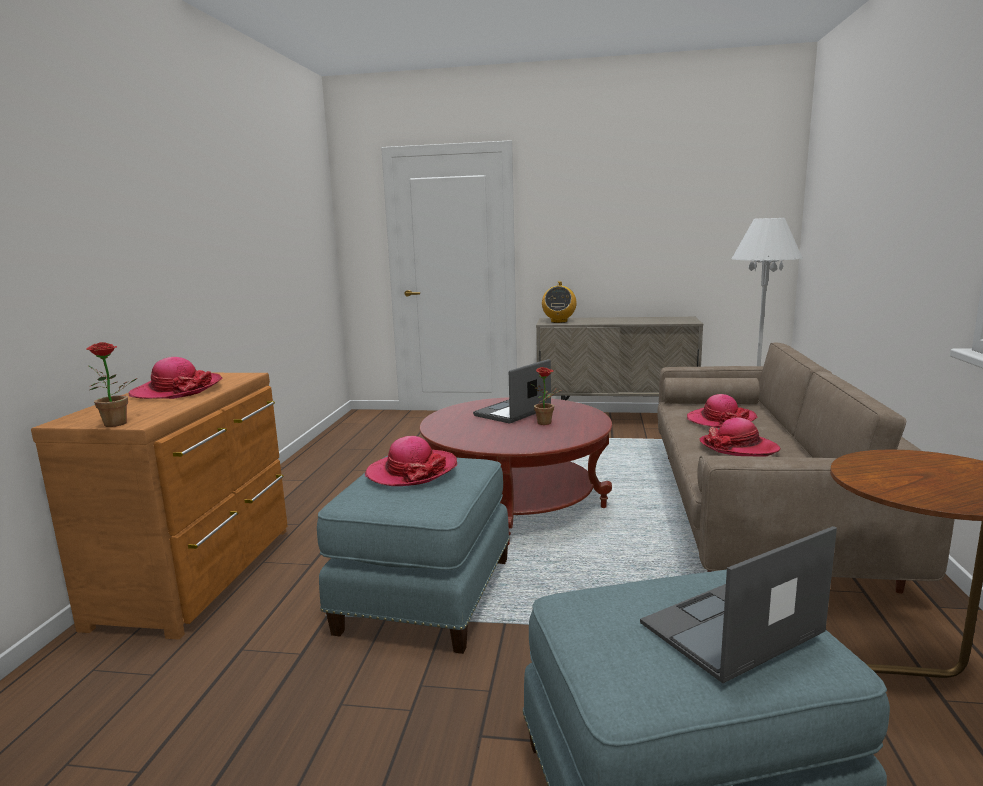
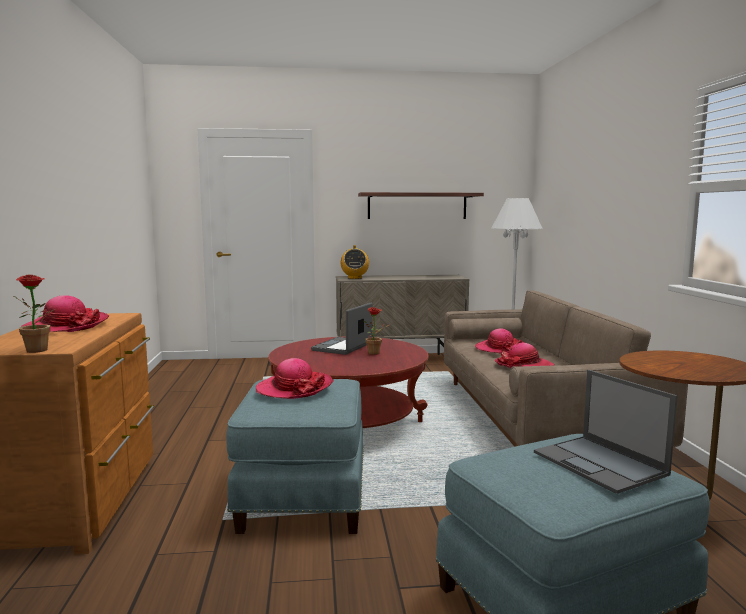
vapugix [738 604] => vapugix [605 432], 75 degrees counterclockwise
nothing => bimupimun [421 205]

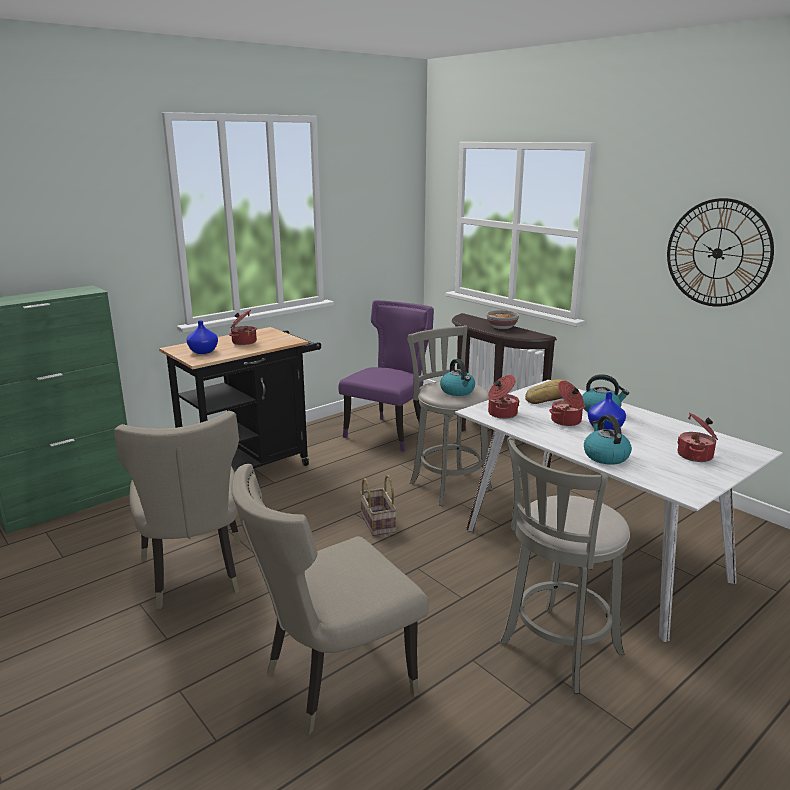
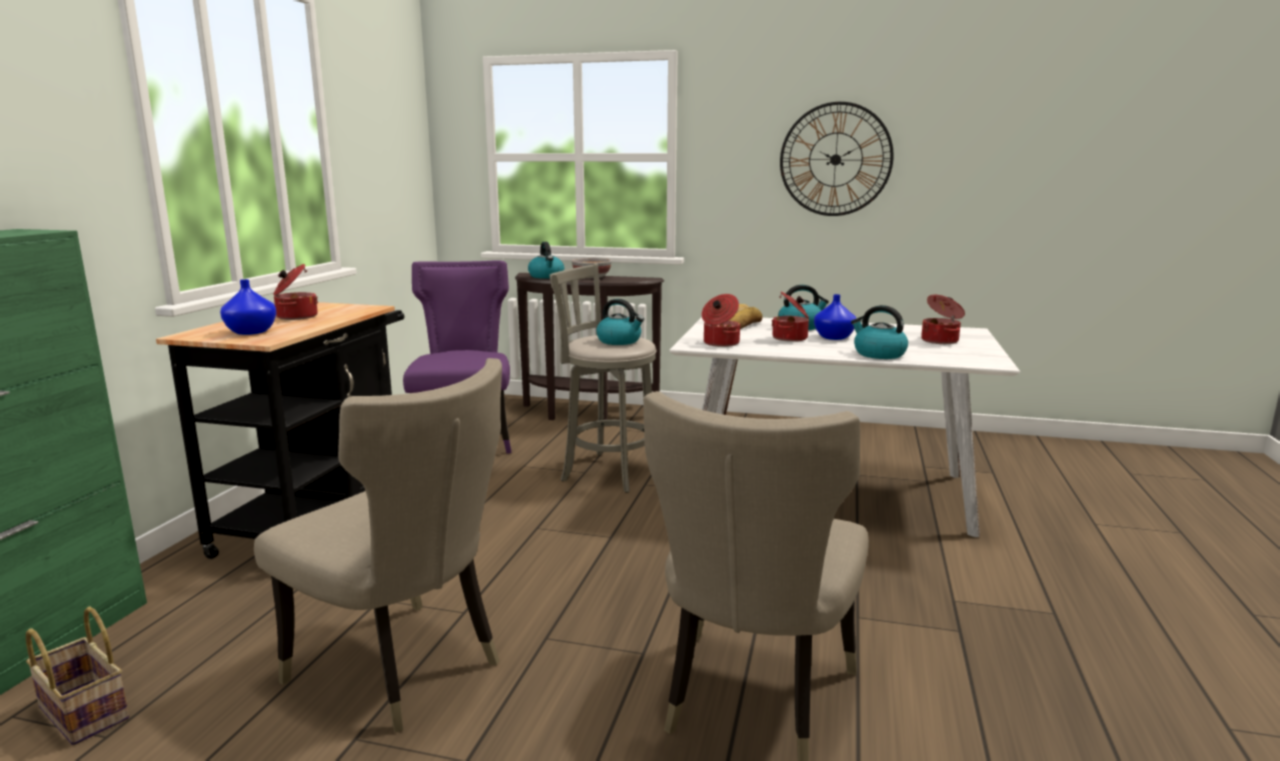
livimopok [378 505] => livimopok [77 676], shifted
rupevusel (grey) [565 565] => nothing
nothing => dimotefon [546 260]

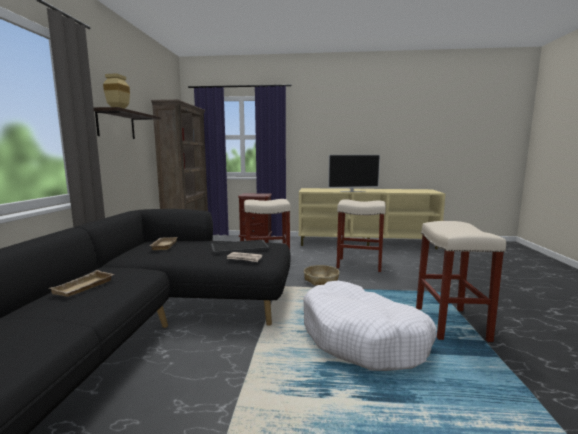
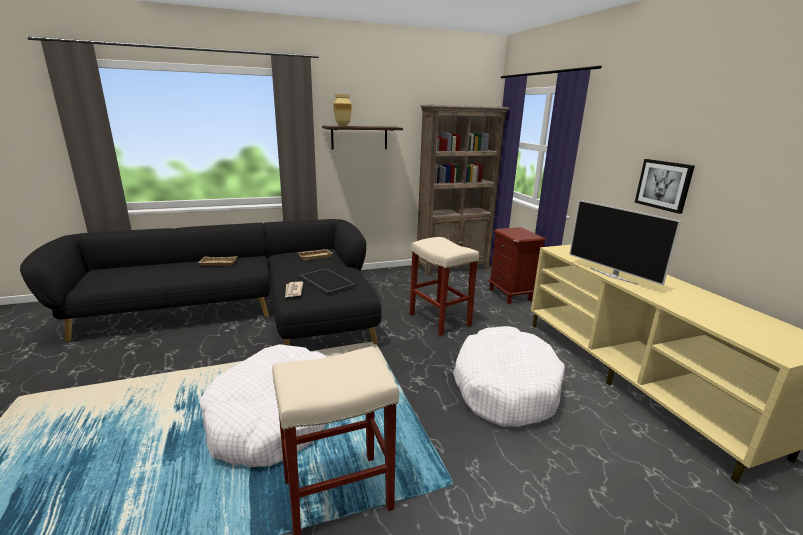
livimopok [322 275] => nothing
rupevusel (beige) [361 235] => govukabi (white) [509 376]
nothing => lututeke [665 186]

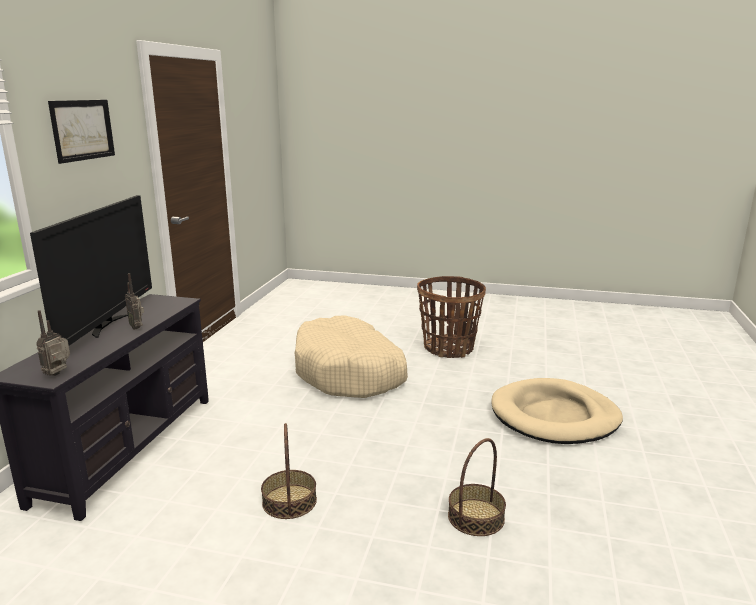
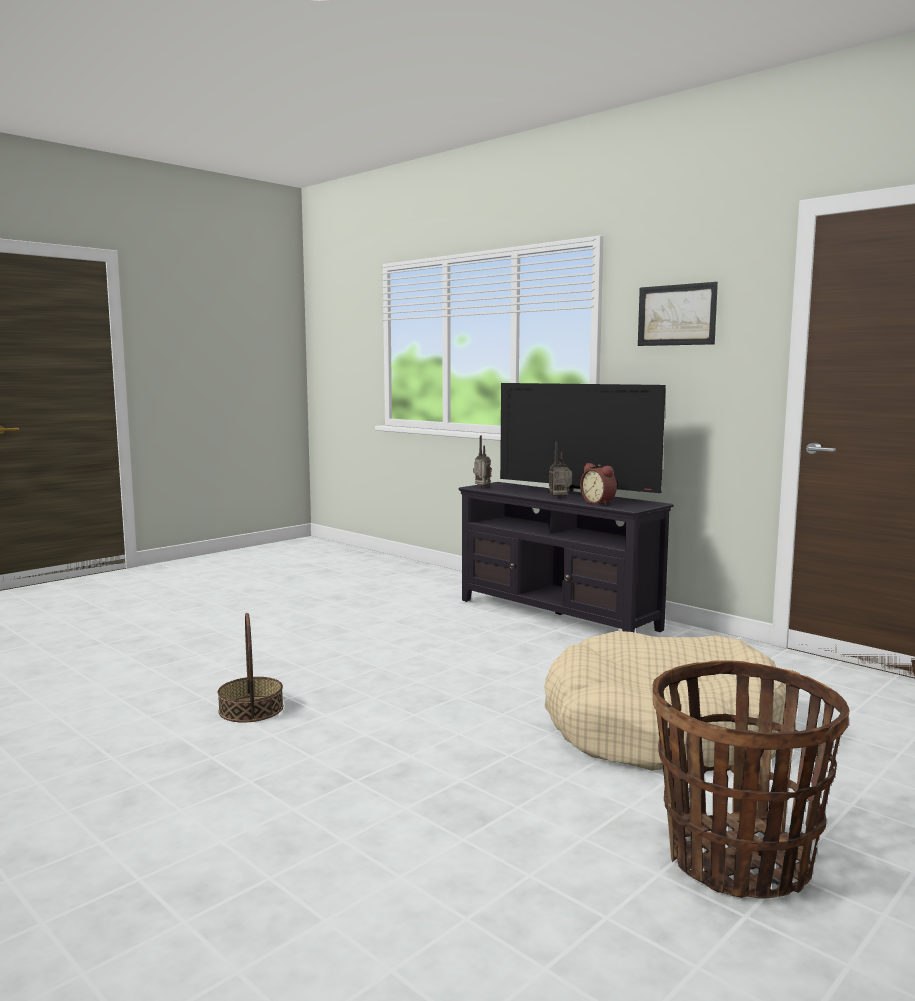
livimopok [289 471] => nothing
govukabi (beige) [557 411] => nothing
nothing => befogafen [598 484]

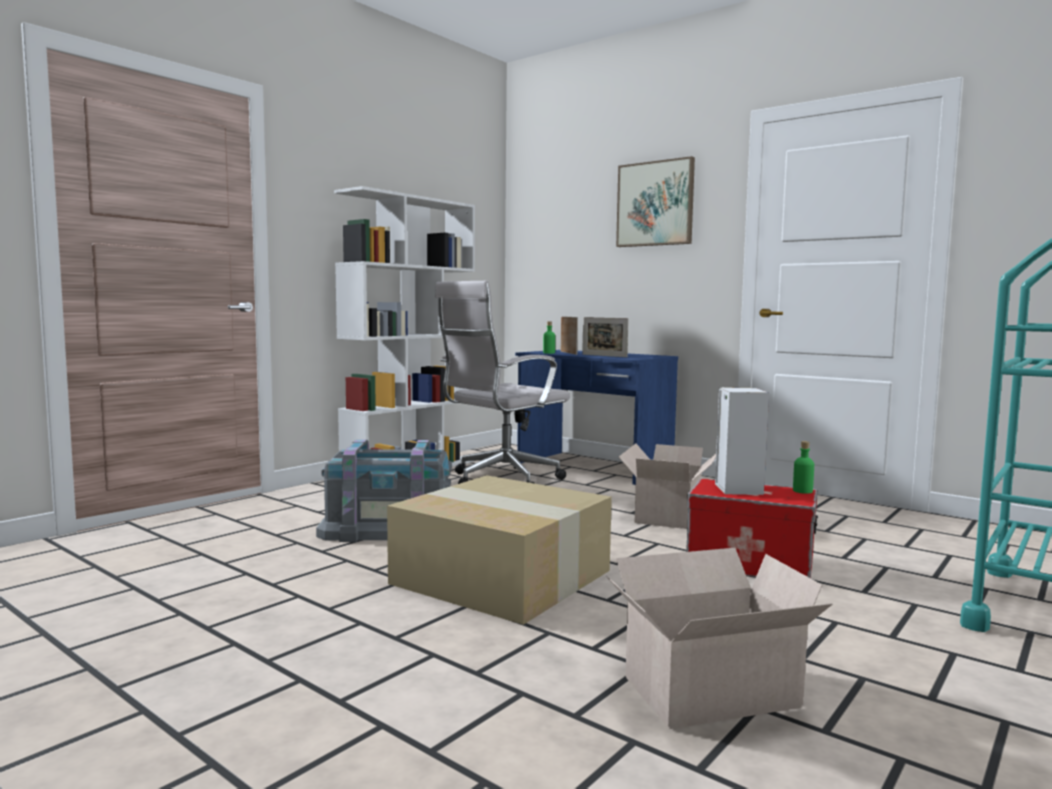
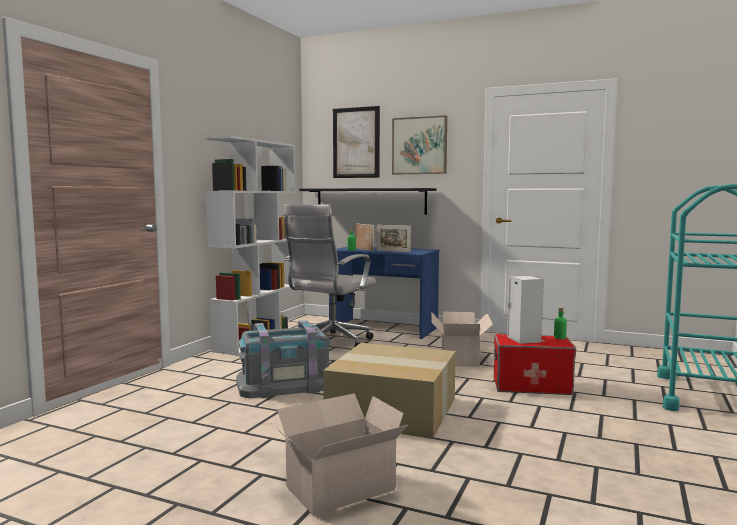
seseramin [719 638] => seseramin [339 454], shifted
nothing => bimupimun (black) [368 201]
nothing => lututeke [356 142]

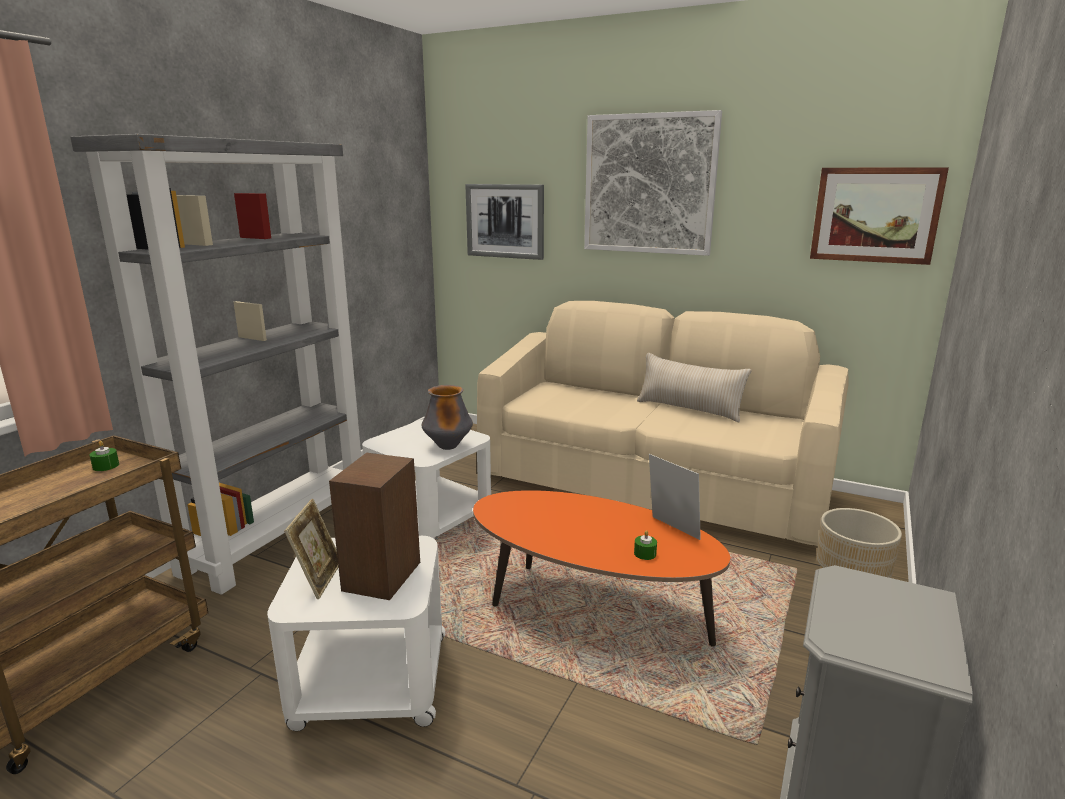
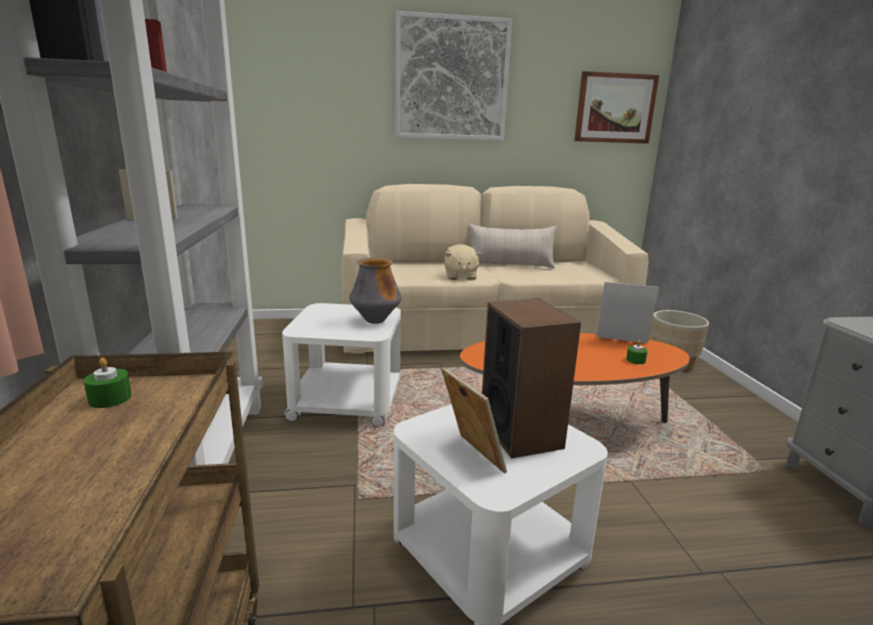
lututeke [504 222] => nothing
nothing => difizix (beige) [463 262]

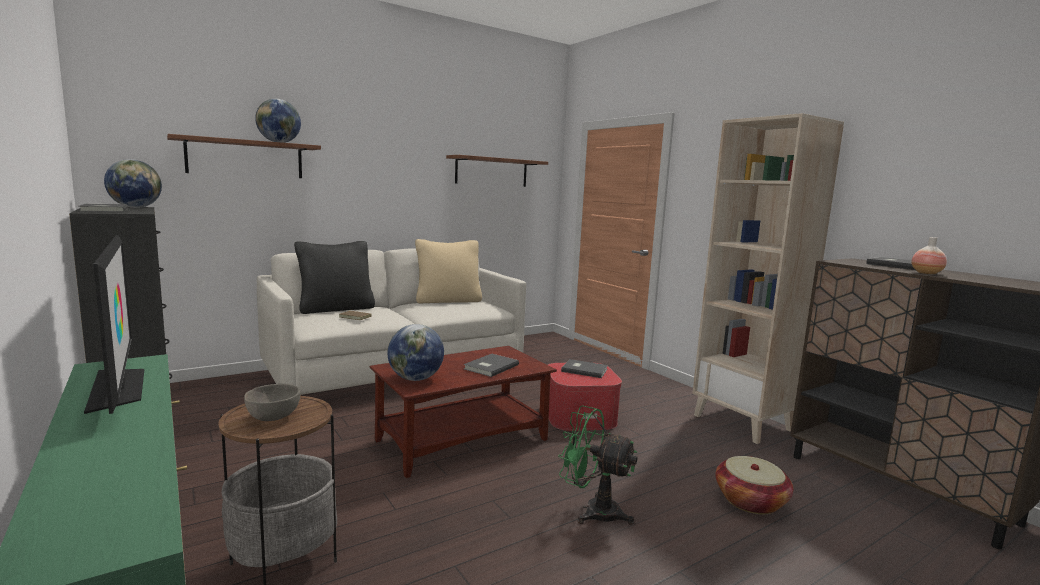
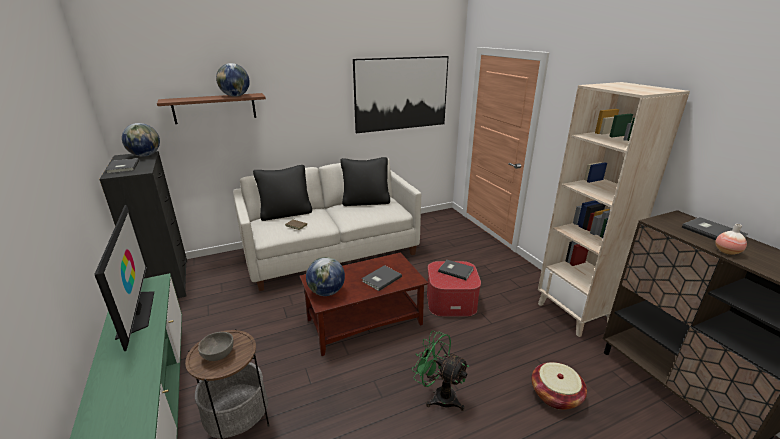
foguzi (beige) [448 271] => foguzi (black) [365 181]
bimupimun (brown) [497 171] => lututeke [401 94]

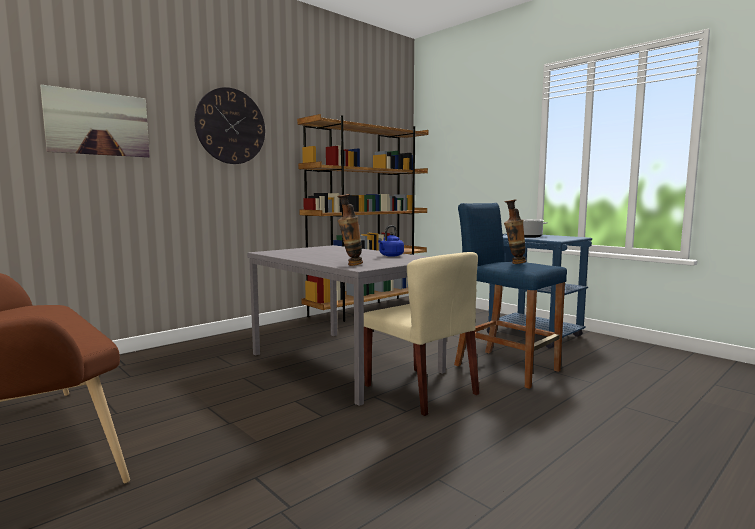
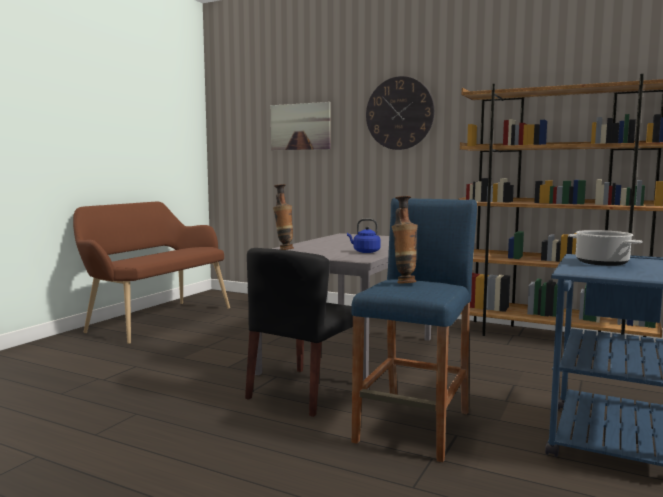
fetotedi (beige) [421 334] => fetotedi (black) [299 332]

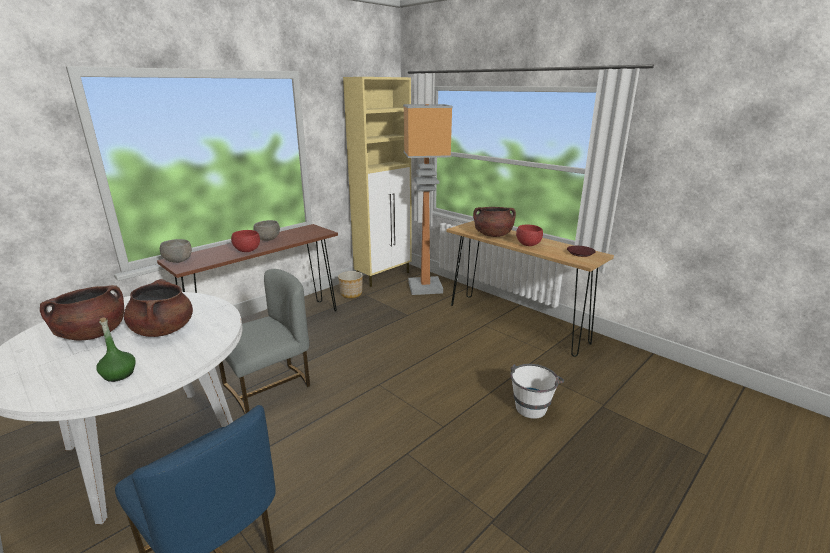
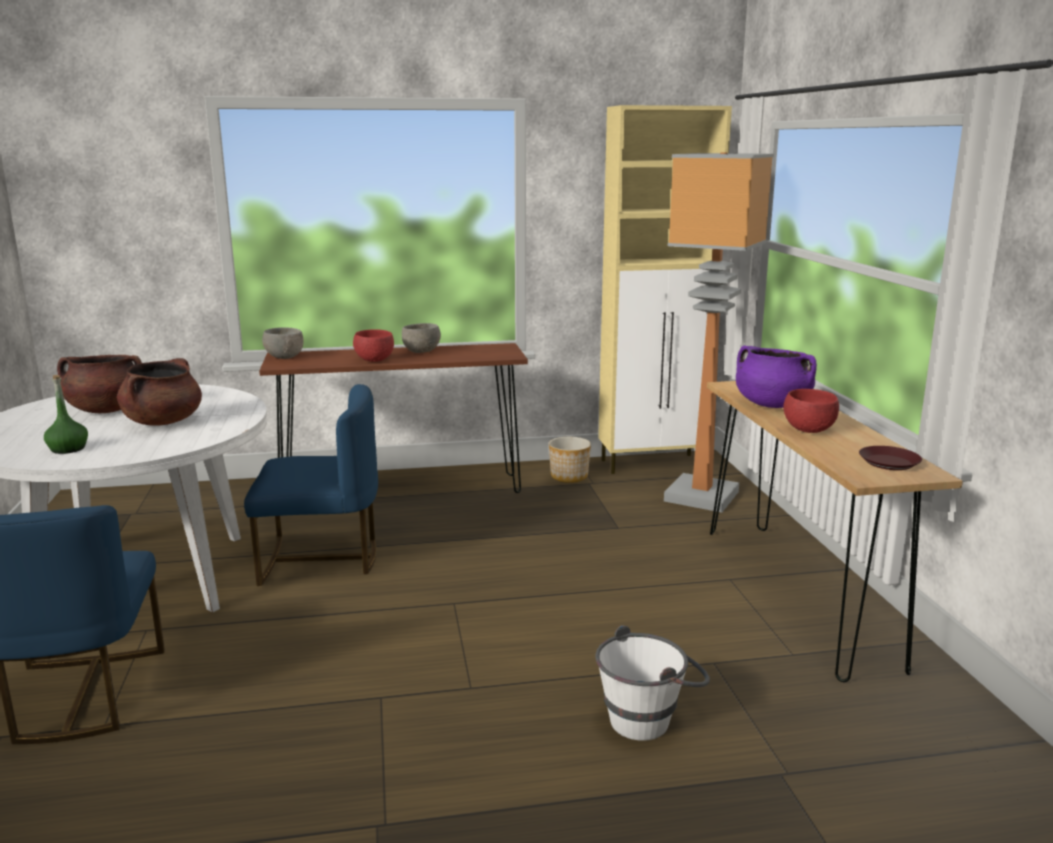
fetotedi (grey) [264 341] => fetotedi (blue) [311 485]
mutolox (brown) [494 222] => mutolox (purple) [776 376]

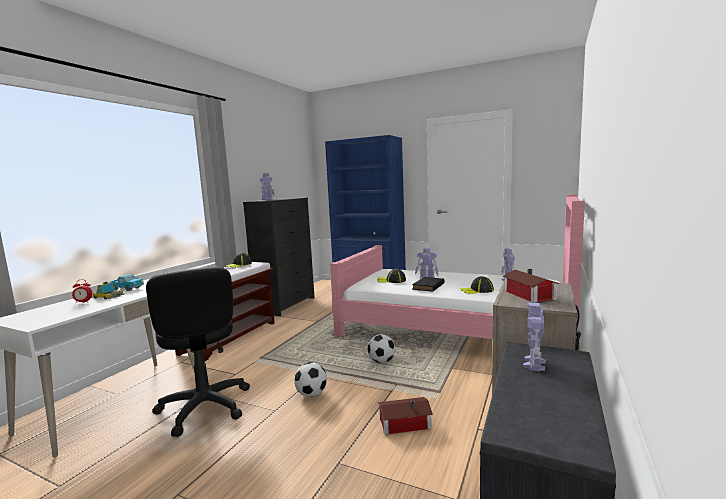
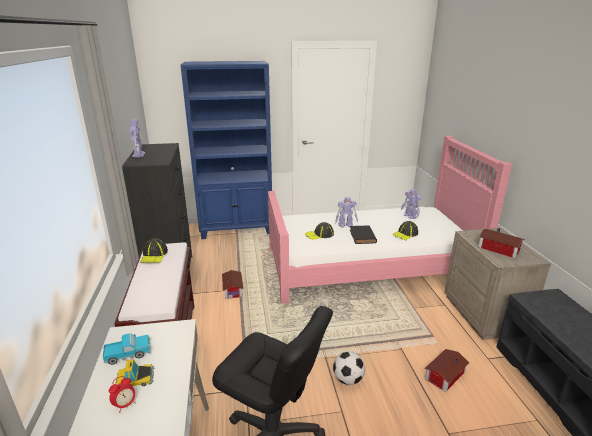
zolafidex [382 348] => nothing
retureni [534 337] => nothing
nothing => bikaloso [232 284]

